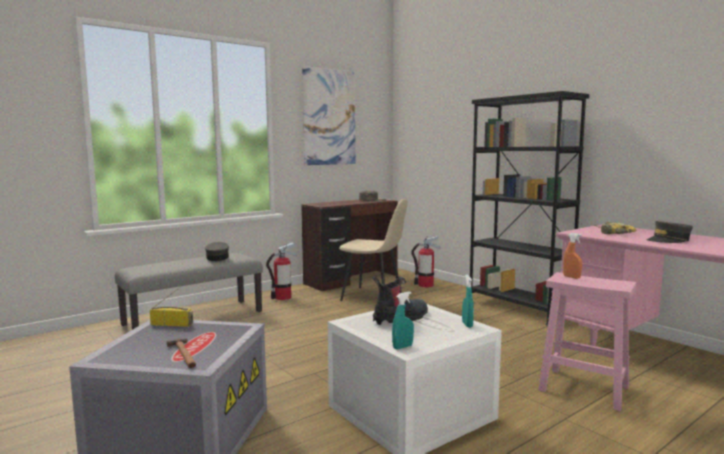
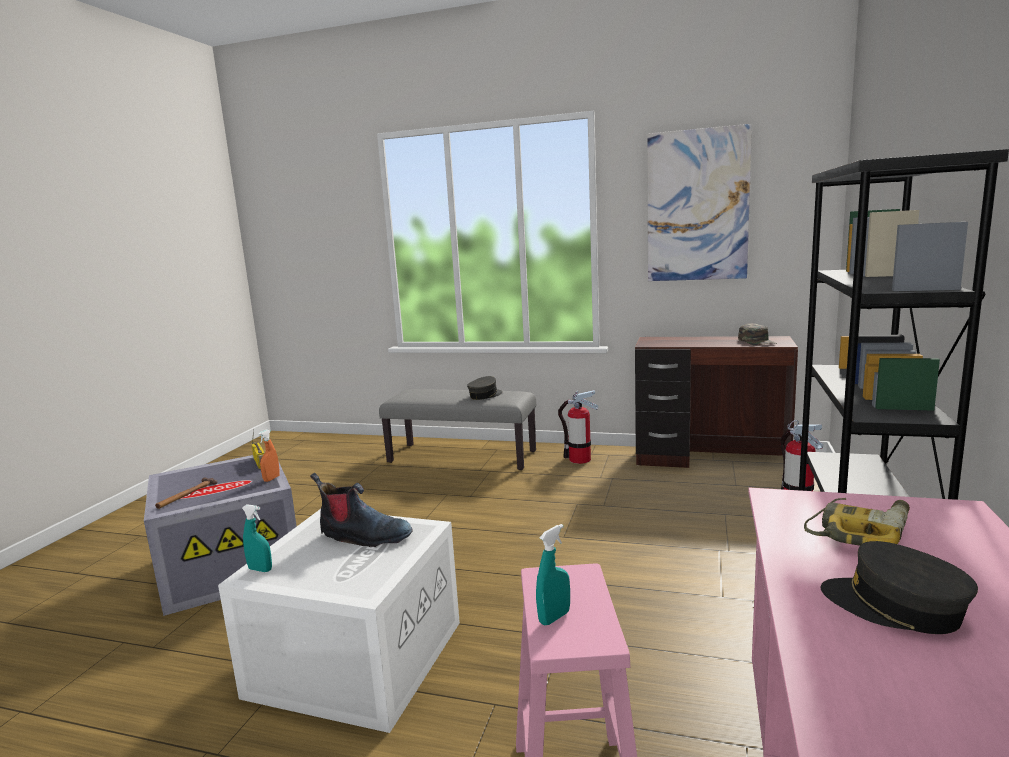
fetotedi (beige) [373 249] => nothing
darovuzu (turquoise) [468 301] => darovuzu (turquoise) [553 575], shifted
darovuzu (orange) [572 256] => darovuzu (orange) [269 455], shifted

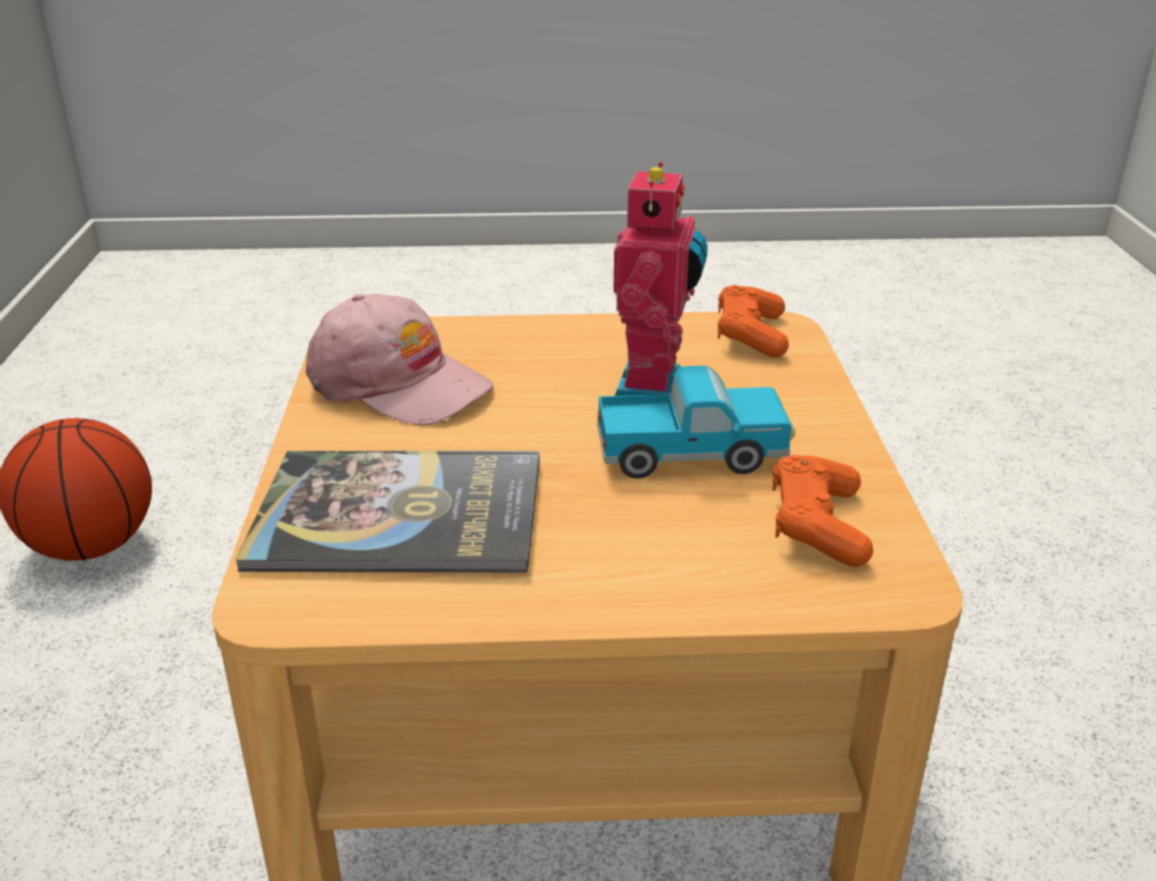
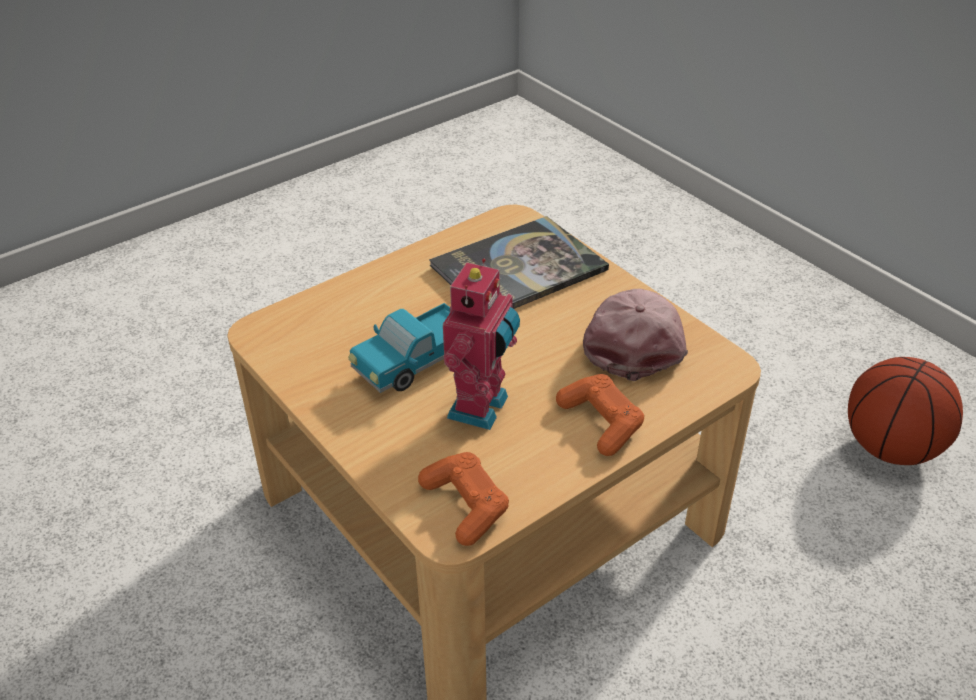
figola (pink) [399 359] => figola (pink) [635 335], 105 degrees clockwise
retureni [660 279] => retureni [481 344], 135 degrees counterclockwise
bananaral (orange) [823 511] => bananaral (orange) [600 415], shifted

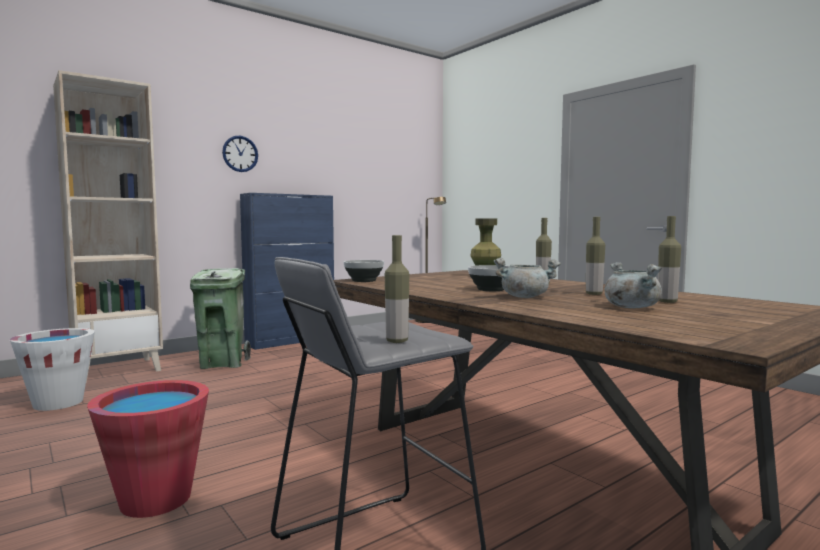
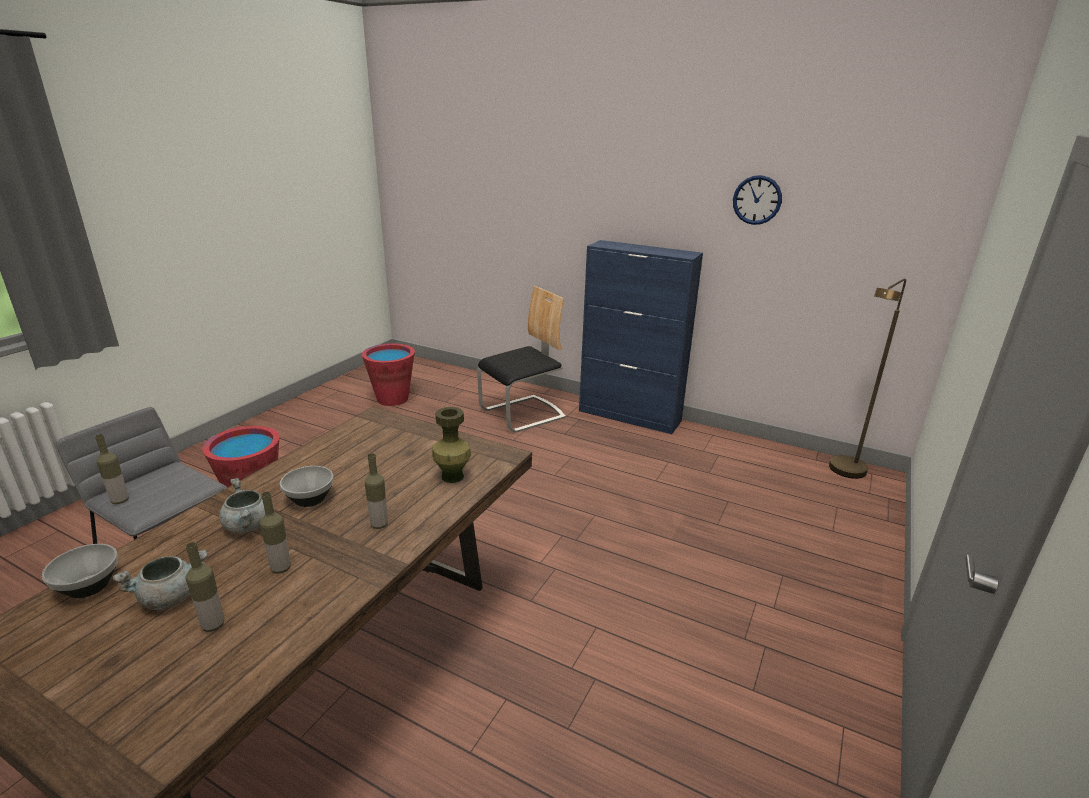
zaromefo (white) [52 369] => zaromefo (red) [388 374]
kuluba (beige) [108 226] => nothing
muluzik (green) [220 318] => fetotedi [521 359]
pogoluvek [240 154] => pogoluvek [757 200], shifted
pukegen [363 271] => pukegen [80 571], shifted

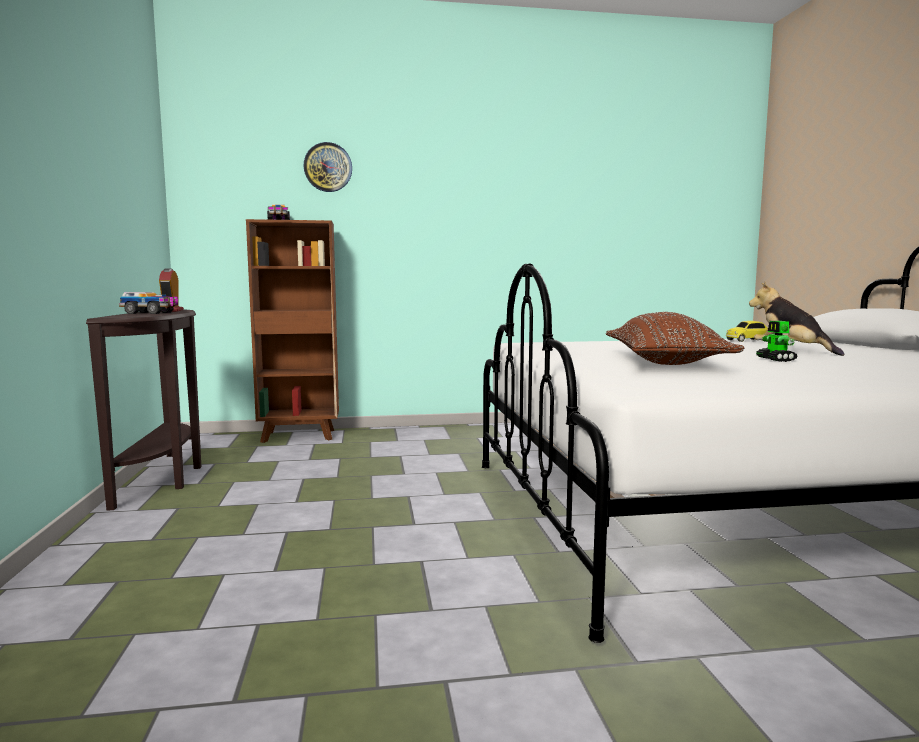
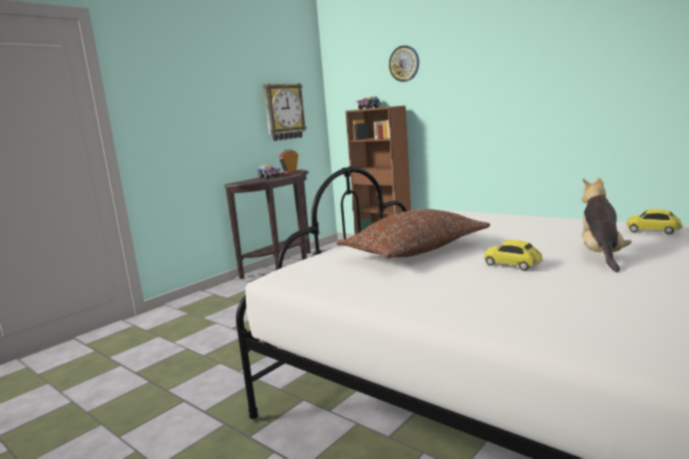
retureni [776 341] => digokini [513 255]
nothing => pogoluvek [285 112]

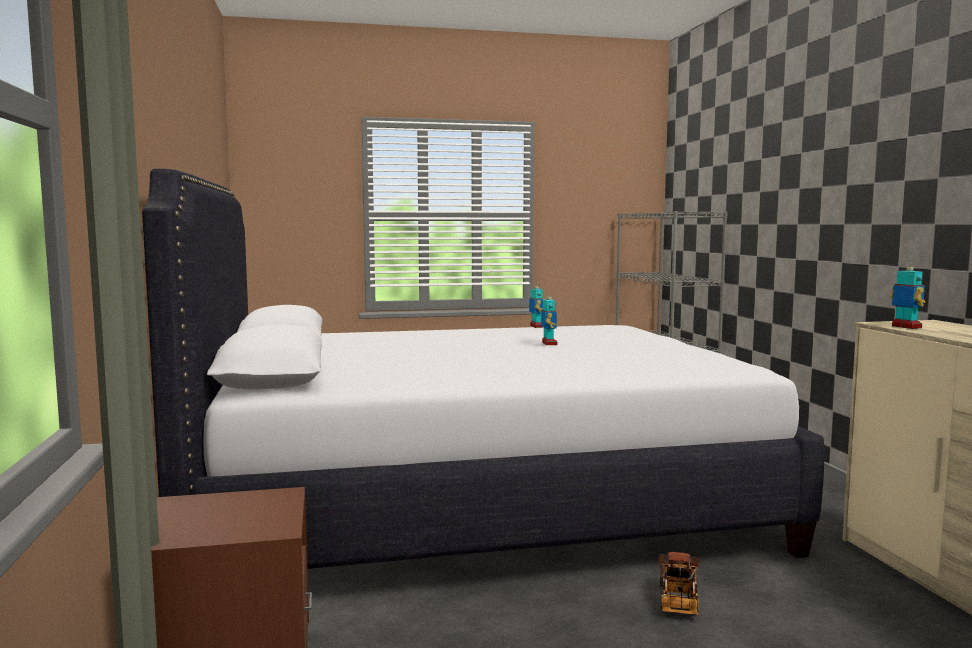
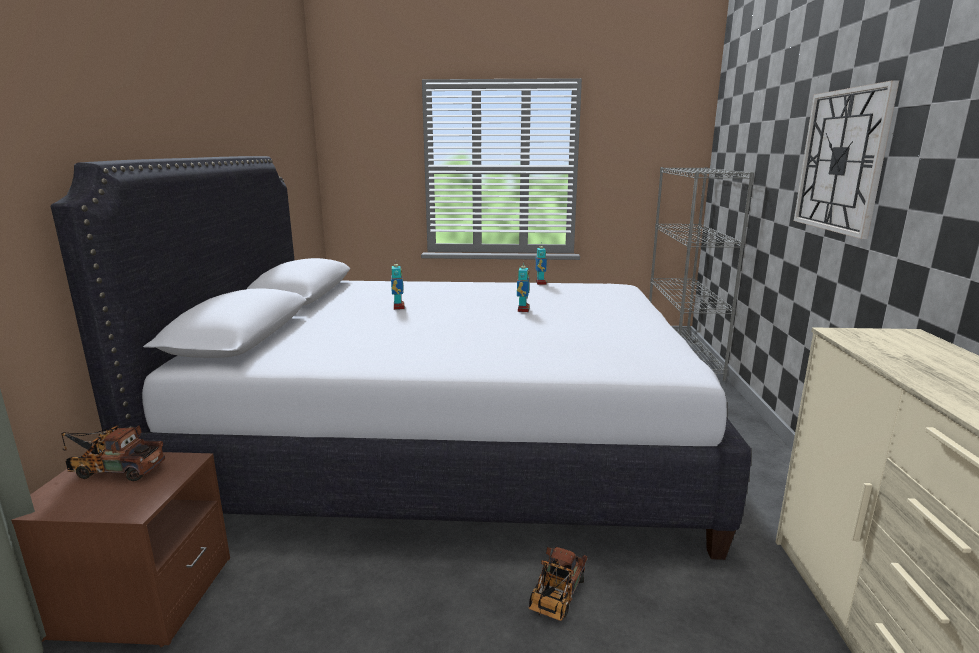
retureni [907 295] => retureni [398 287], shifted
nothing => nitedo [113 453]
nothing => pogoluvek [846 159]

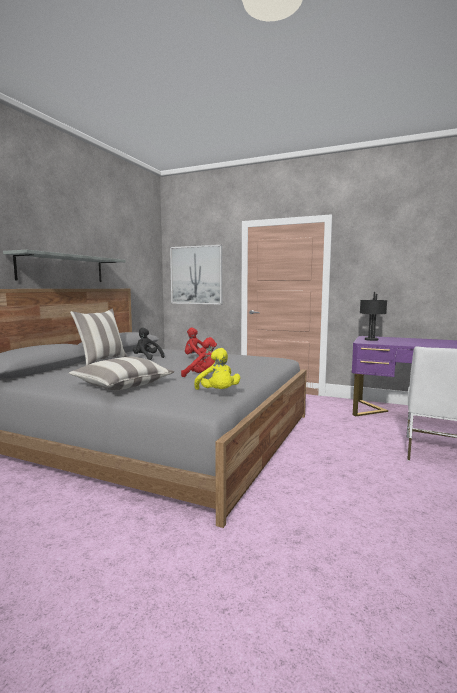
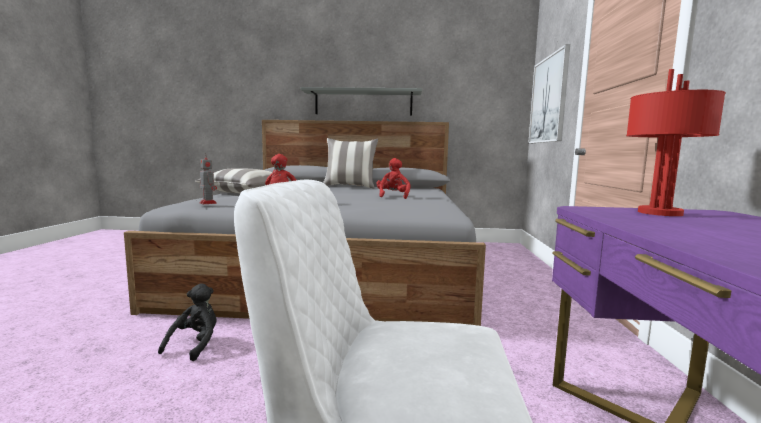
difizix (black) [149 344] => difizix (black) [187 322], shifted
difizix (yellow) [217 369] => retureni [208 178]
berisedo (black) [373 316] => berisedo (red) [676 142]

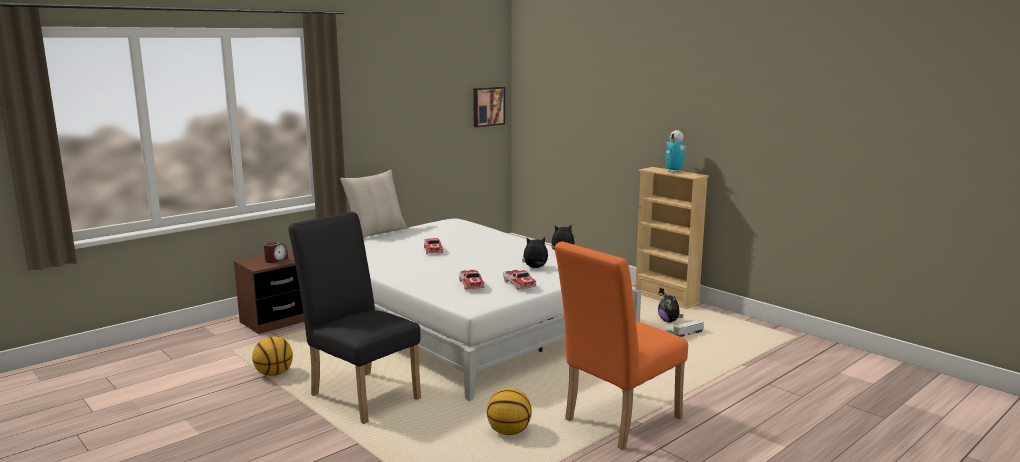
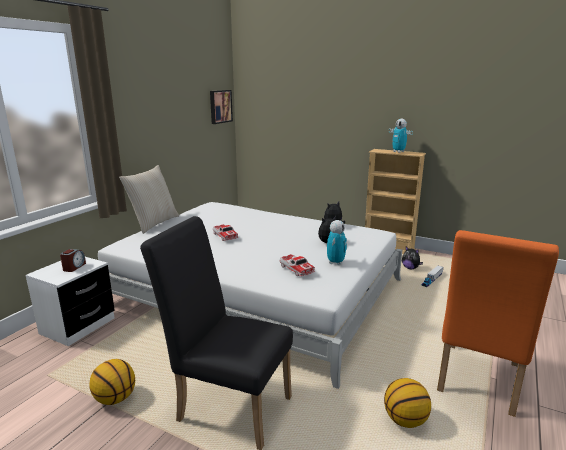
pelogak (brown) [269 293] => pelogak (white) [70 301]
digokini [519 280] => retureni [337 242]

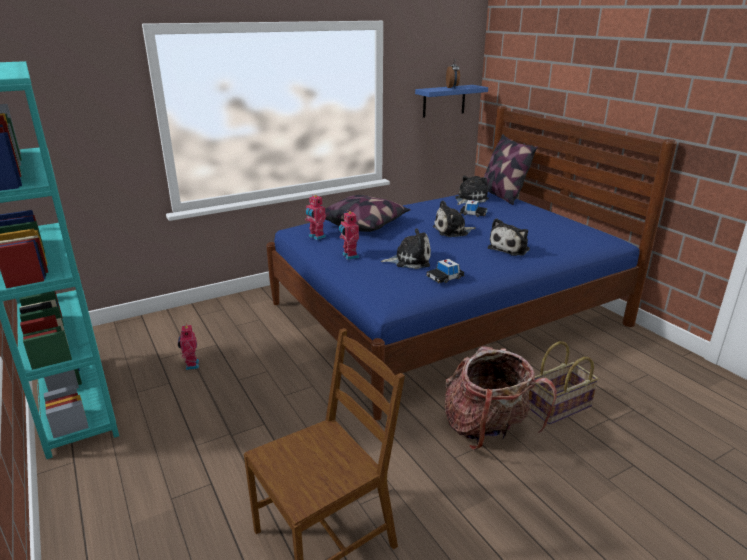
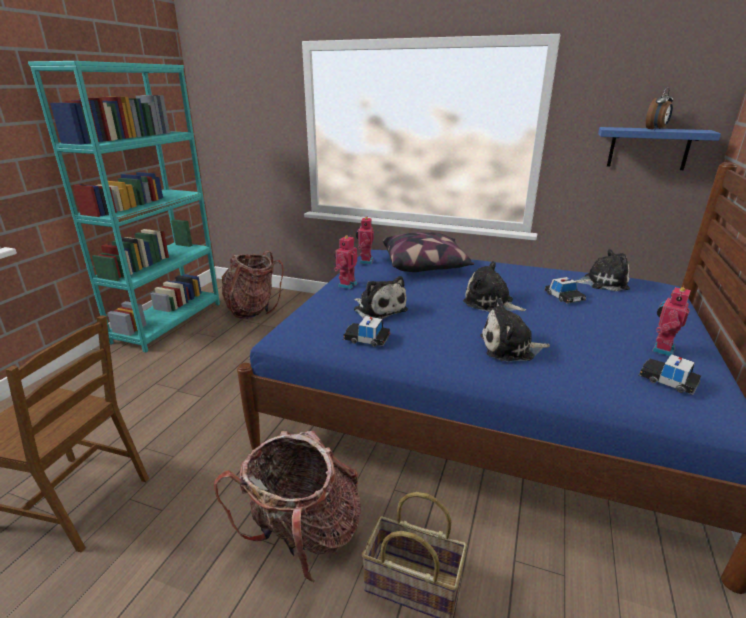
retureni [188 347] => retureni [671 321], shifted
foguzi [511 169] => nothing
nothing => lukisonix [253 285]
nothing => digokini [669 374]

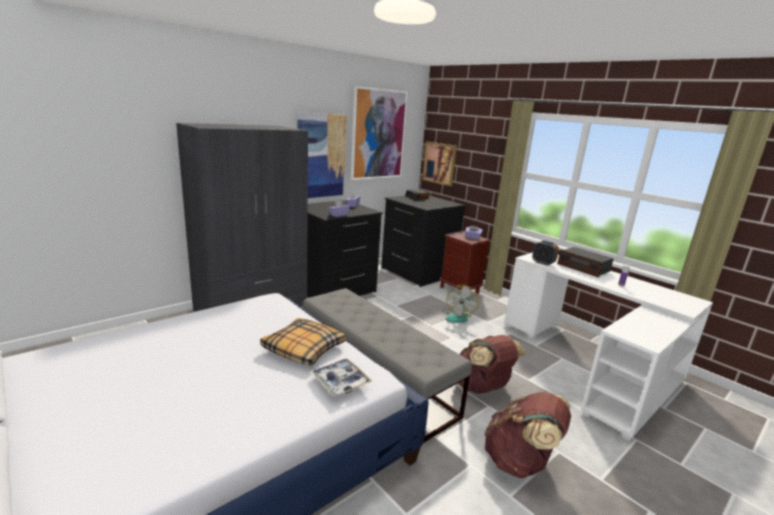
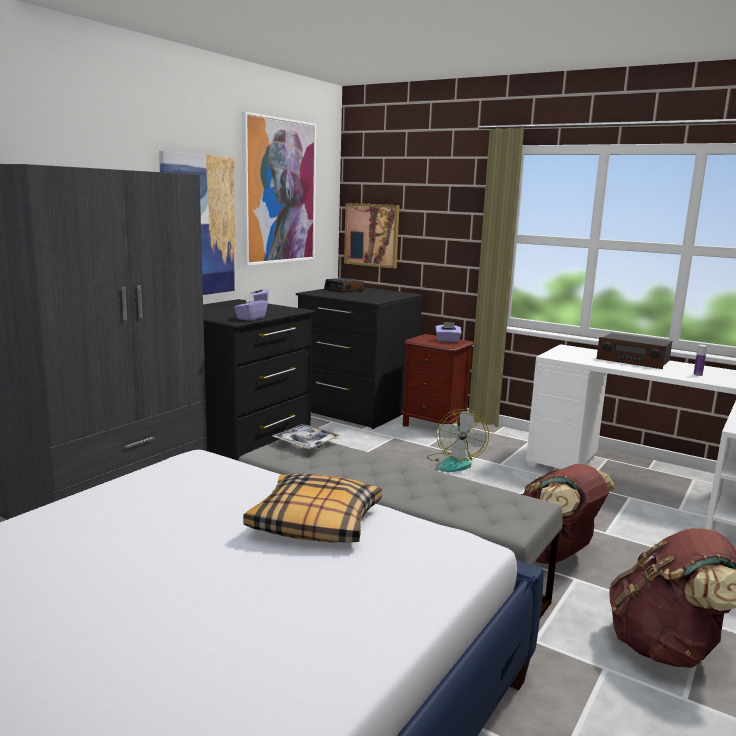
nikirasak [341 377] => nikirasak [307 436], shifted
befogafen [545 253] => nothing

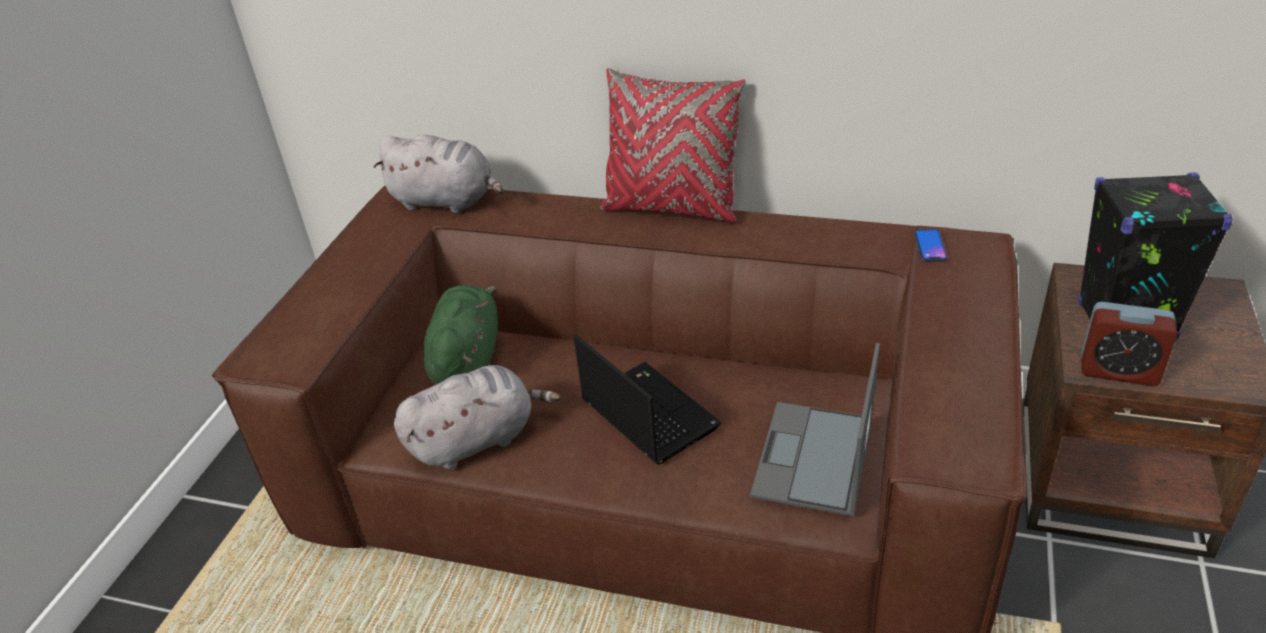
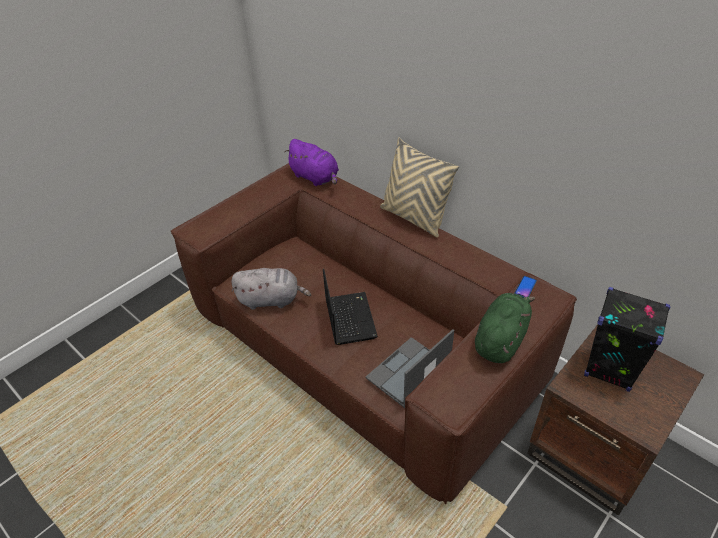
difizix (grey) [438 174] => difizix (purple) [311 162]
difizix (green) [461 335] => difizix (green) [505 328], shifted
foguzi (red) [673 145] => foguzi (beige) [419 187]
befogafen [1129 344] => nothing

